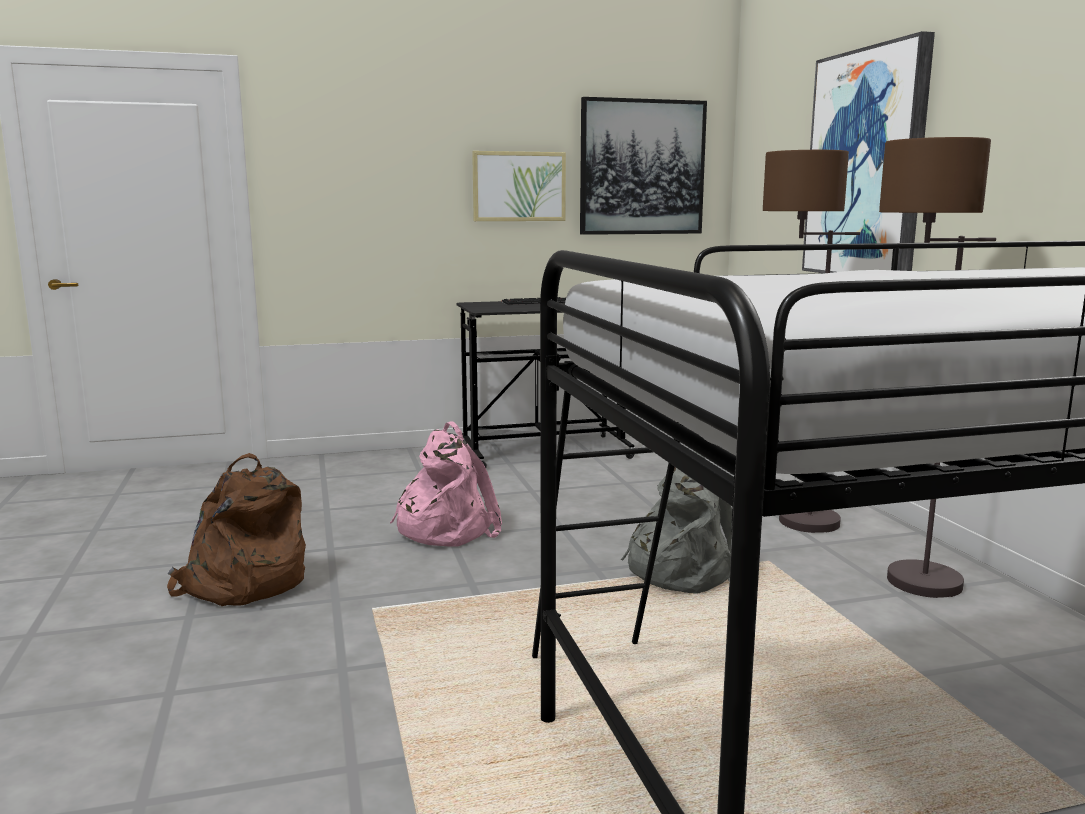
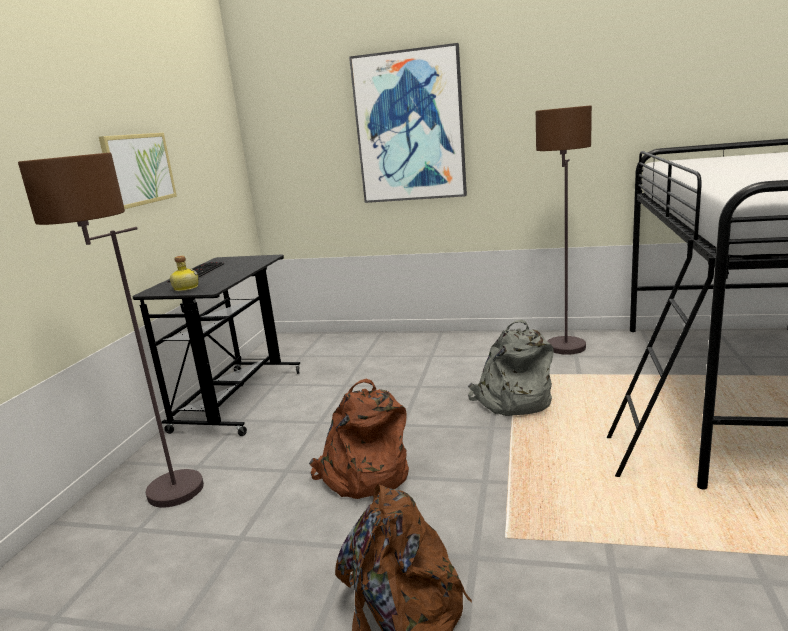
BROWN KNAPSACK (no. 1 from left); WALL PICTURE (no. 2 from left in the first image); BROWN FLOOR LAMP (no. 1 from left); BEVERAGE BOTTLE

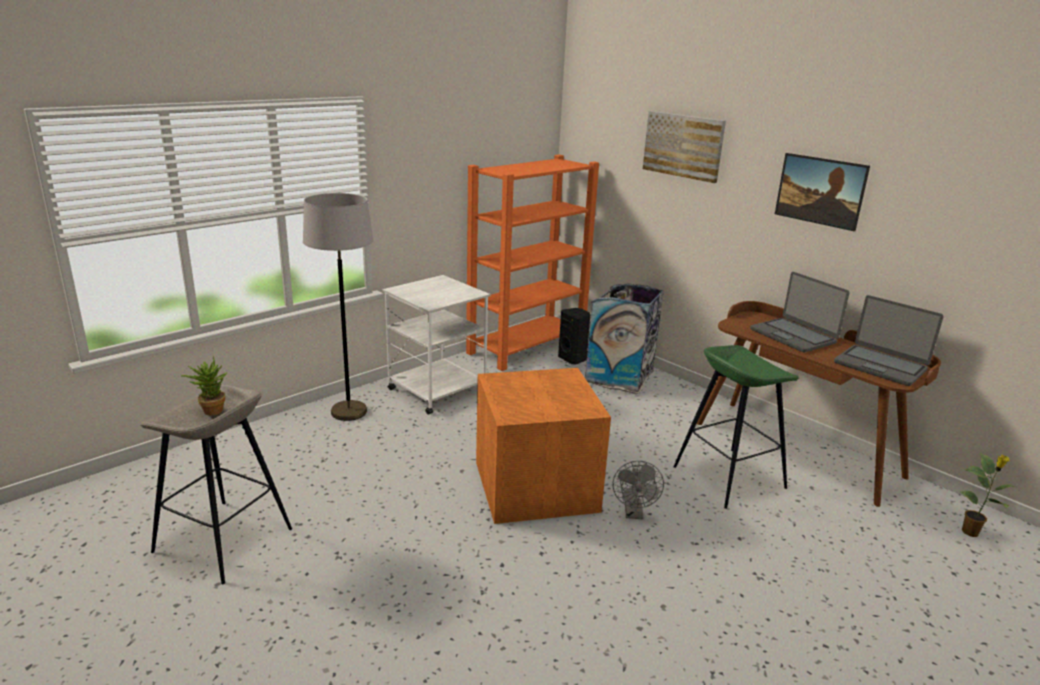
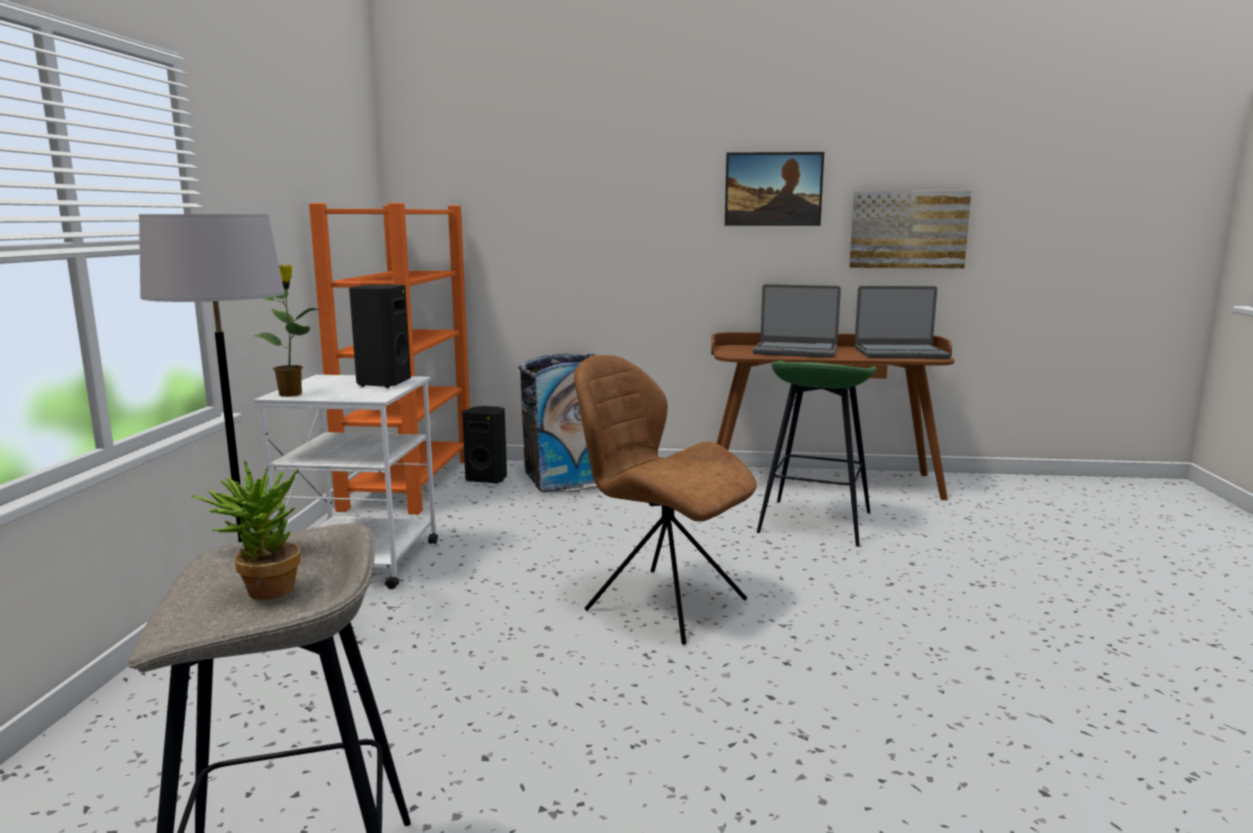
BROWN PLAIN CHAIR; GREY ELECTRIC FAN; WALL PICTURE (no. 2 from left); PLANT IN A POT (no. 2 from left); BLACKISH AUDIO SPEAKER (no. 1 from left)

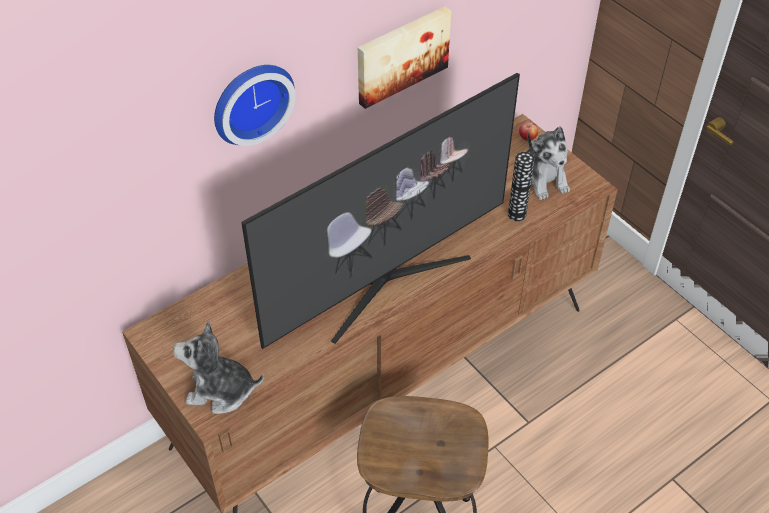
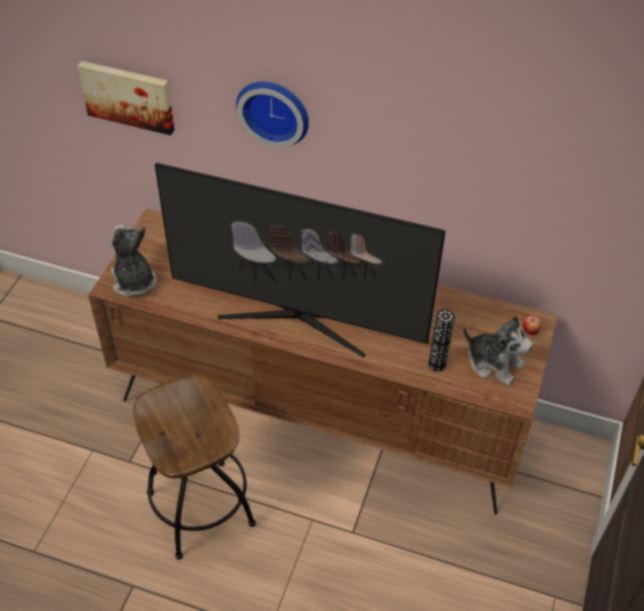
WALL PICTURE; CUDDLY TOY (no. 2 from left)

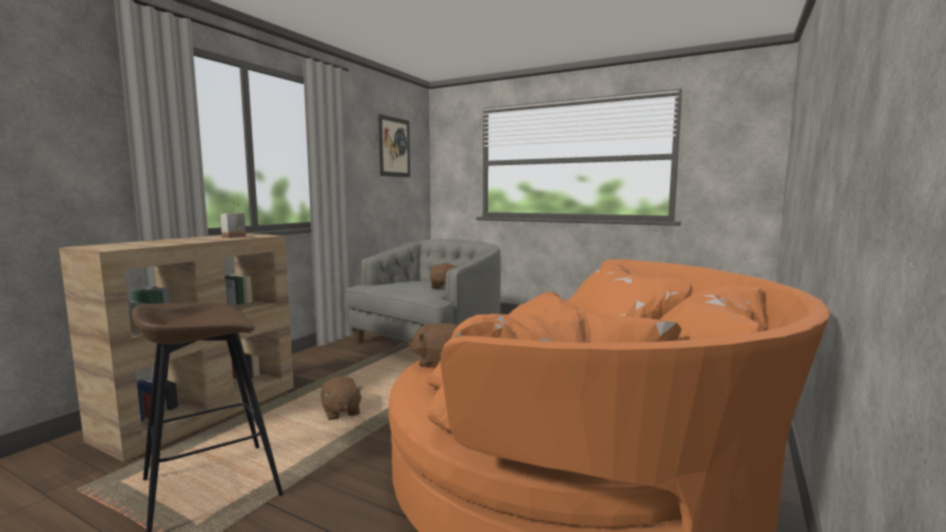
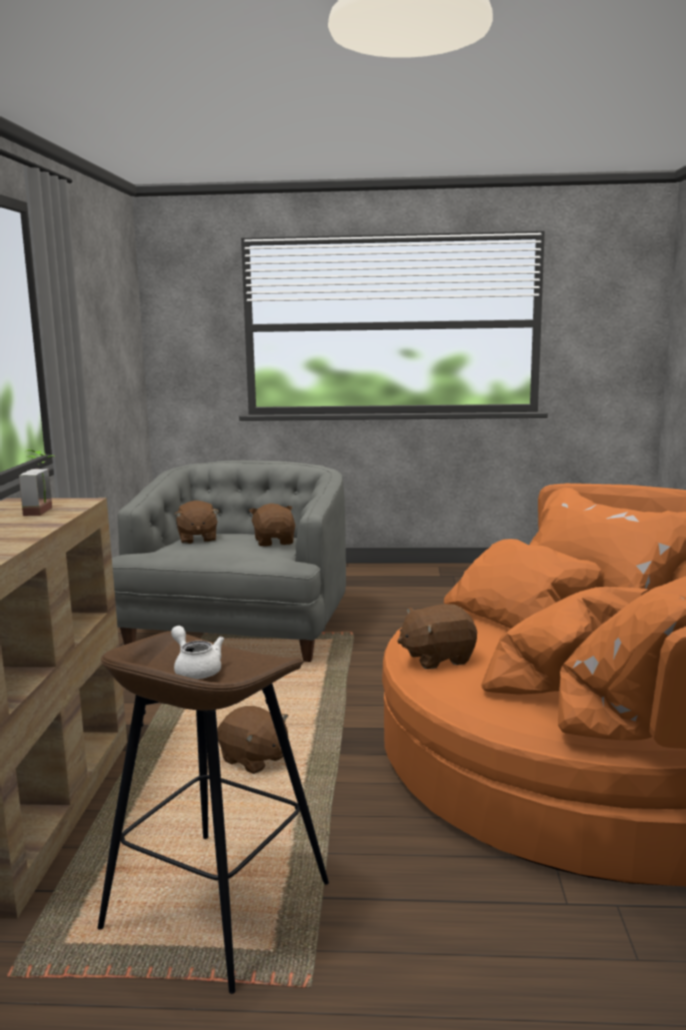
WALL PICTURE; WHITE TEA POT; BROWN CUDDLY TOY (no. 1 from left)

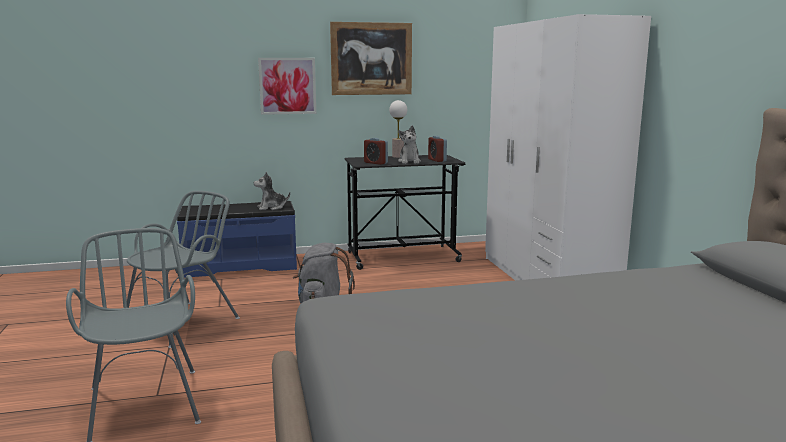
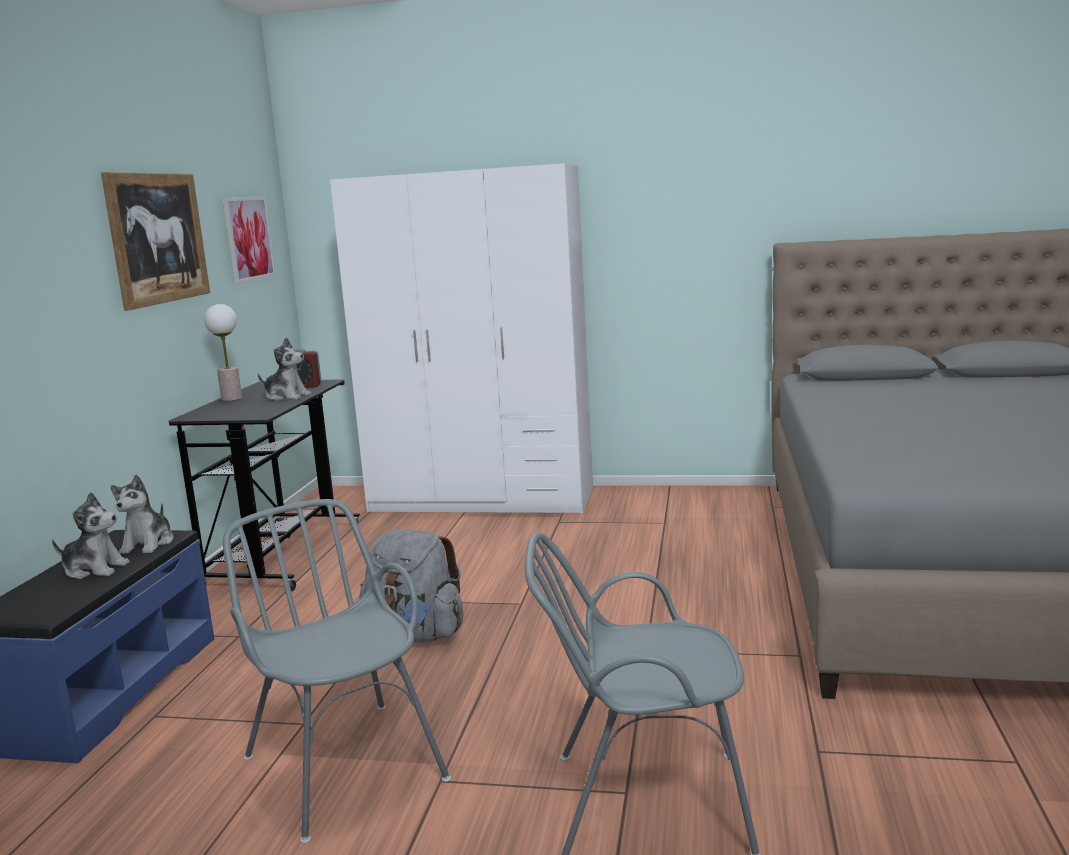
WALL PICTURE (no. 2 from left); BEDSIDE CLOCK (no. 1 from left in the first image); CUDDLY TOY (no. 1 from left)

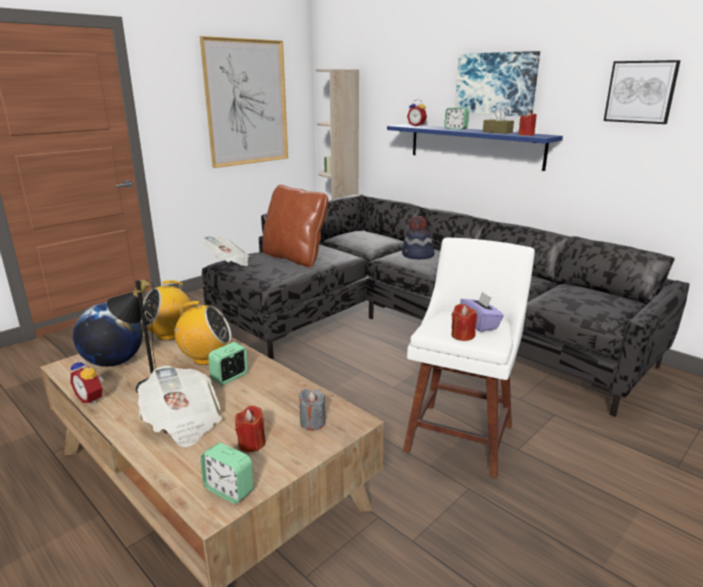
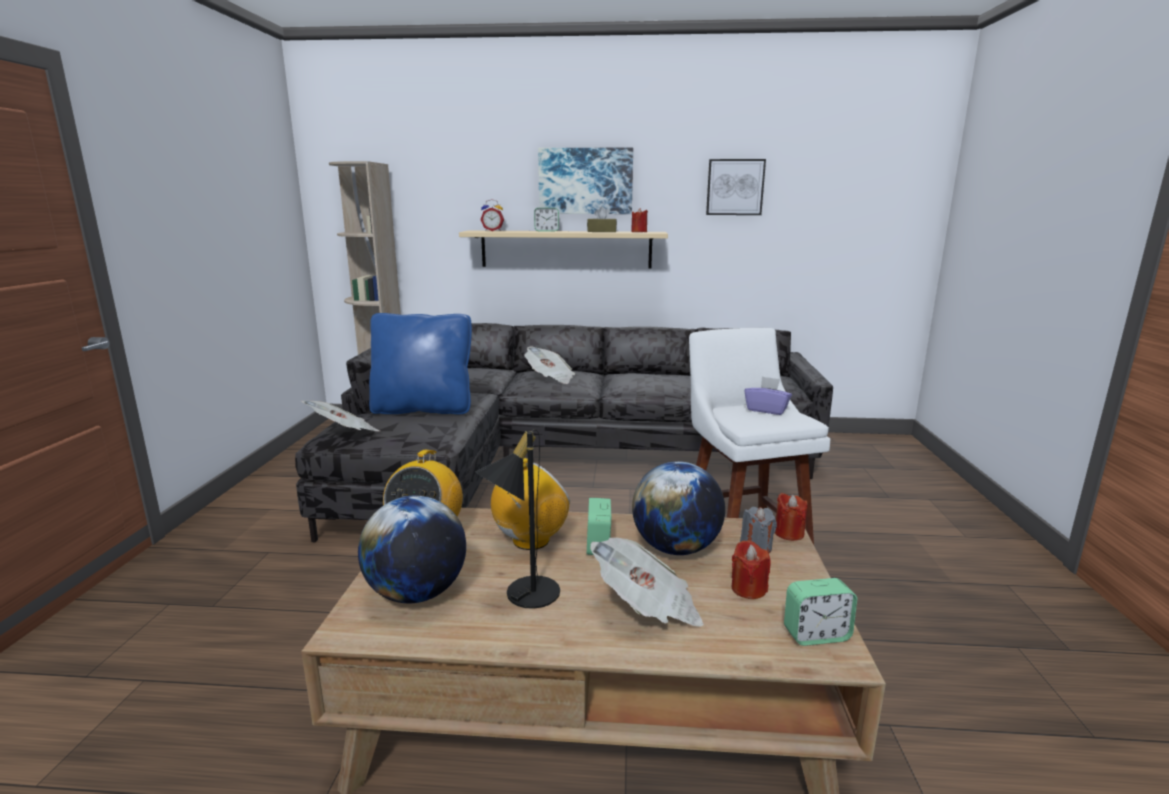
BEDSIDE CLOCK (no. 1 from left in the first image); WALL PICTURE (no. 1 from left in the first image); BLUE-COLOURED CUSHION; SAND-COLOURED SHELF; NEWSPAPER (no. 2 from left); REDDISH CANDLE (no. 3 from left); GLOBE (no. 2 from left)

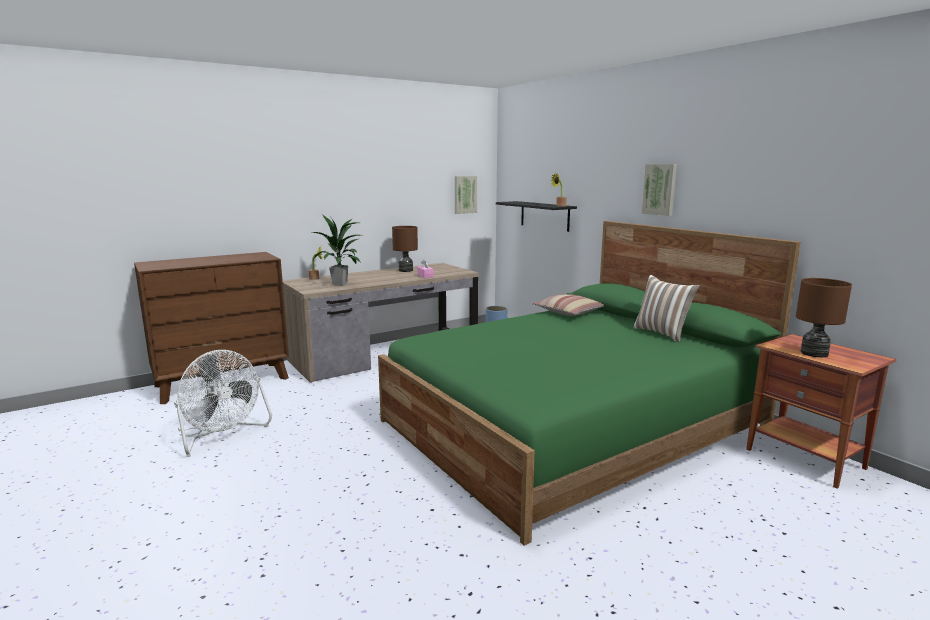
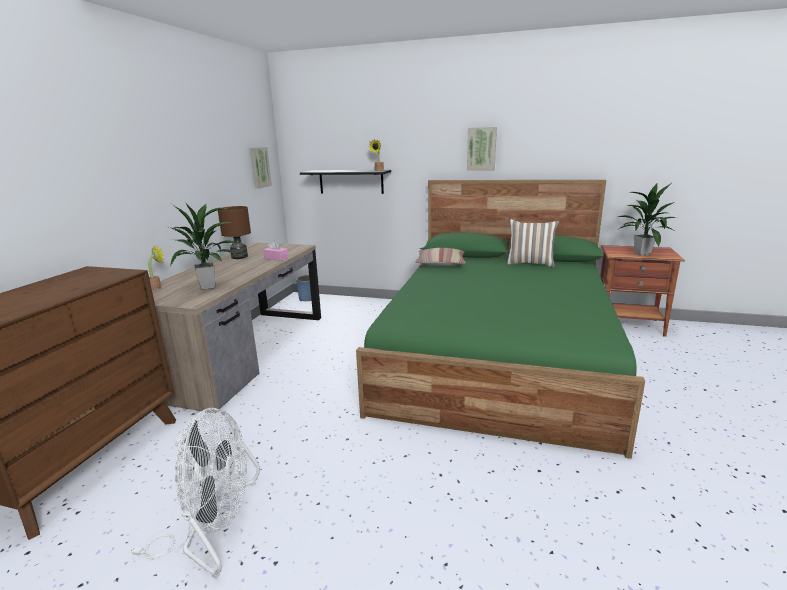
PLANT IN A POT (no. 4 from left)

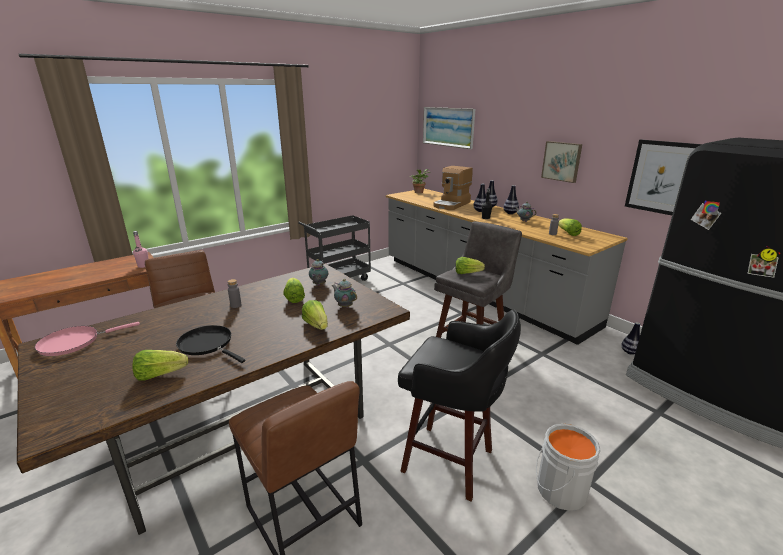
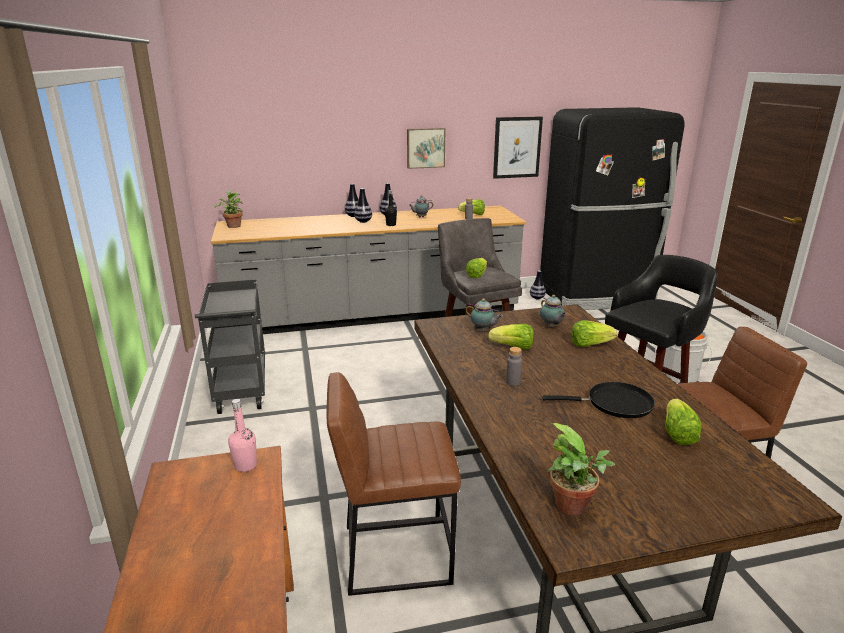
PLANT IN A POT (no. 2 from left); BLACKISH FRYING PAN; TEA POT (no. 3 from left); WALL PICTURE (no. 1 from left in the first image); COFFEE MACHINE

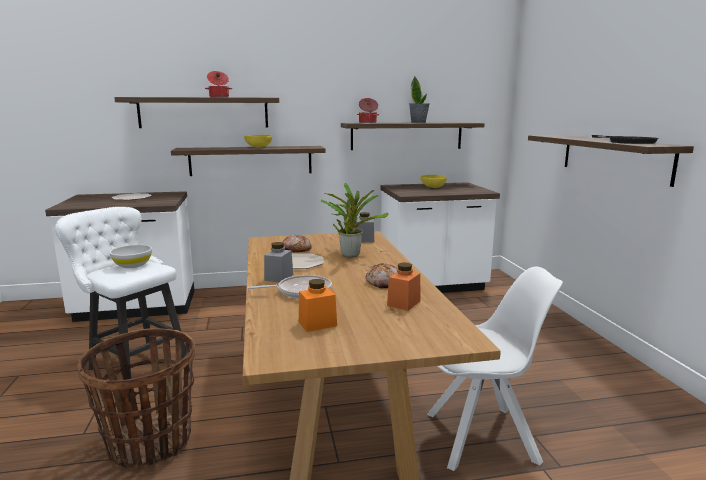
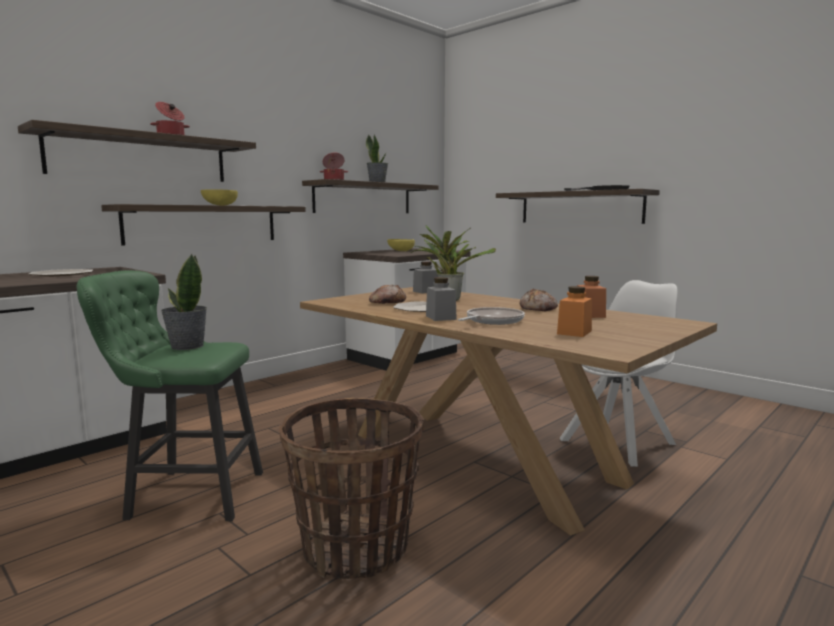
GREEN-COLOURED STOOL SEAT; PLANT IN A POT (no. 1 from left)

